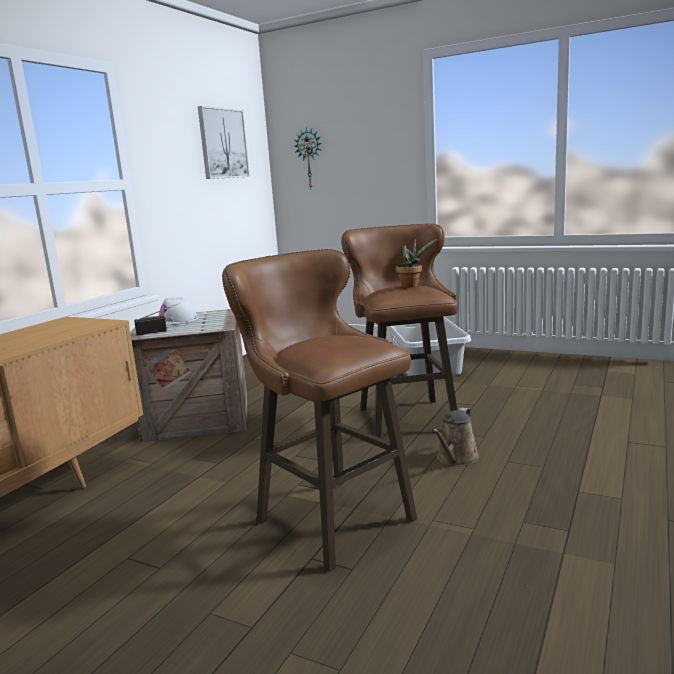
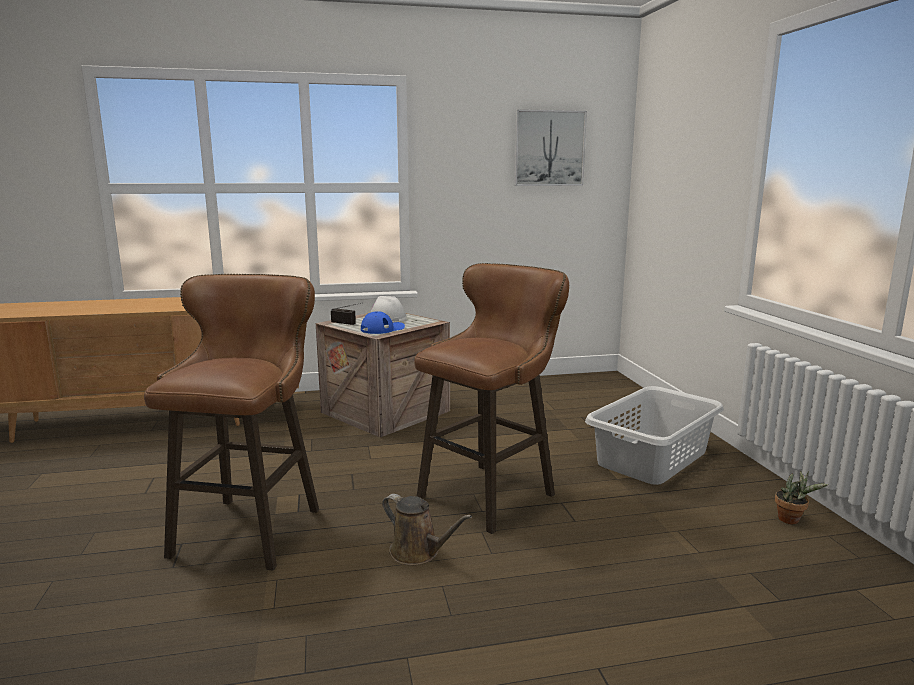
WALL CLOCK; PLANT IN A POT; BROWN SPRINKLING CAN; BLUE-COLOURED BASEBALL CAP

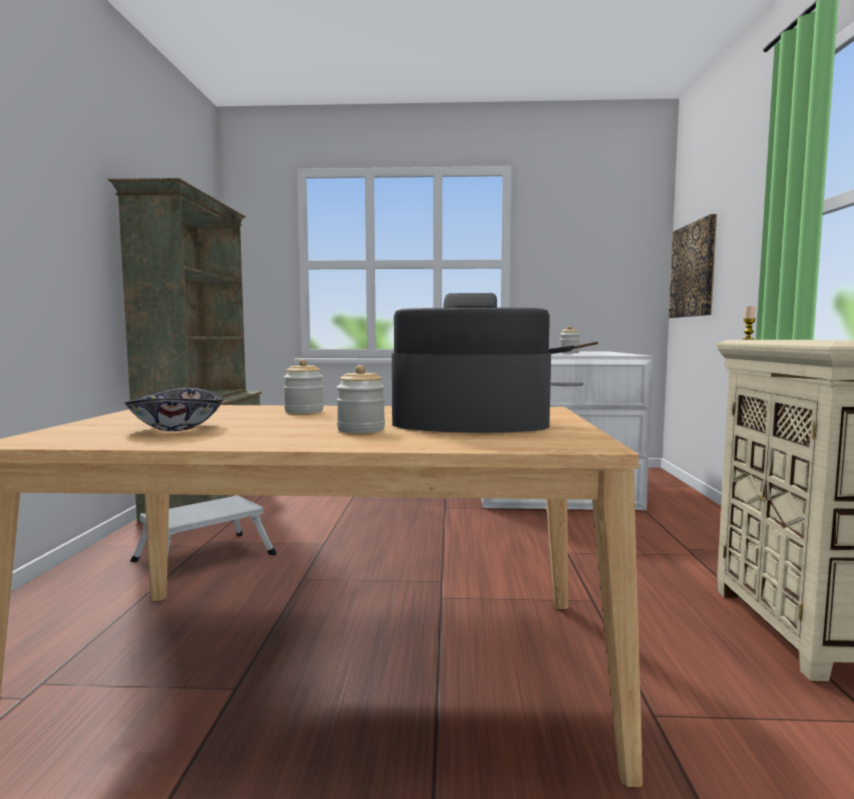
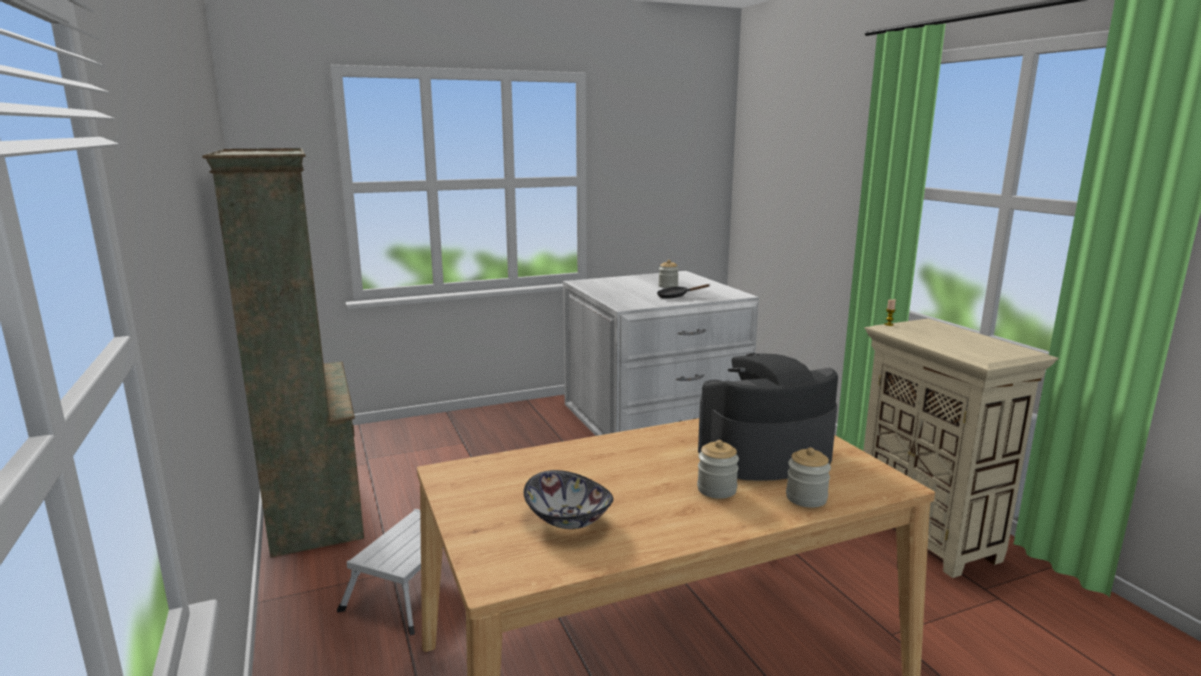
STORAGE JAR (no. 3 from left); WALL PICTURE

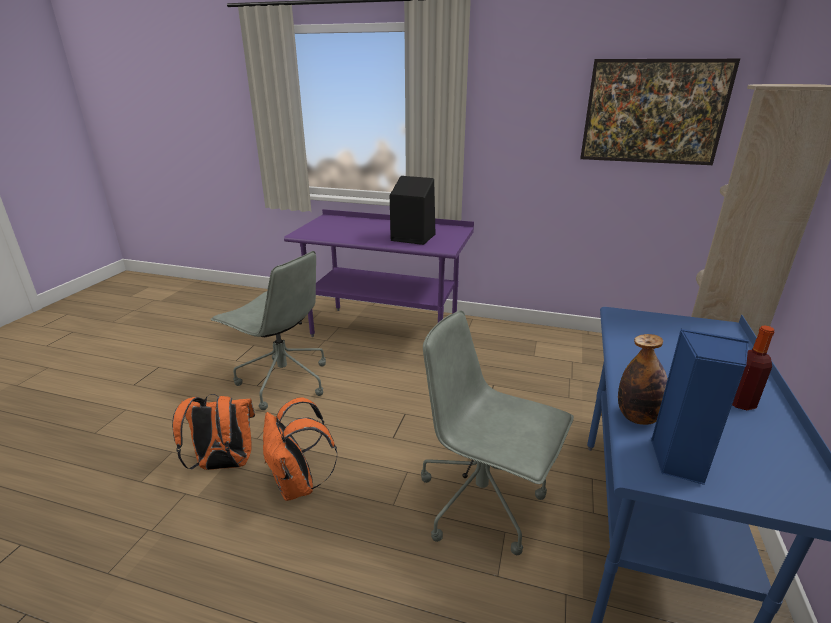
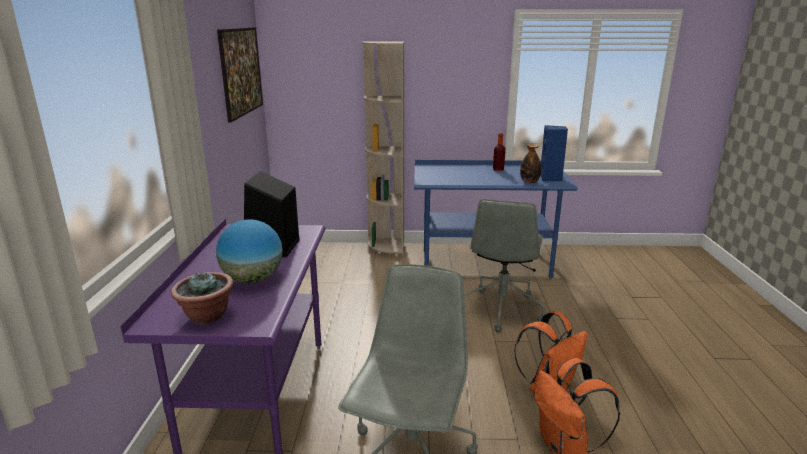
PLANT IN A POT; GLOBE

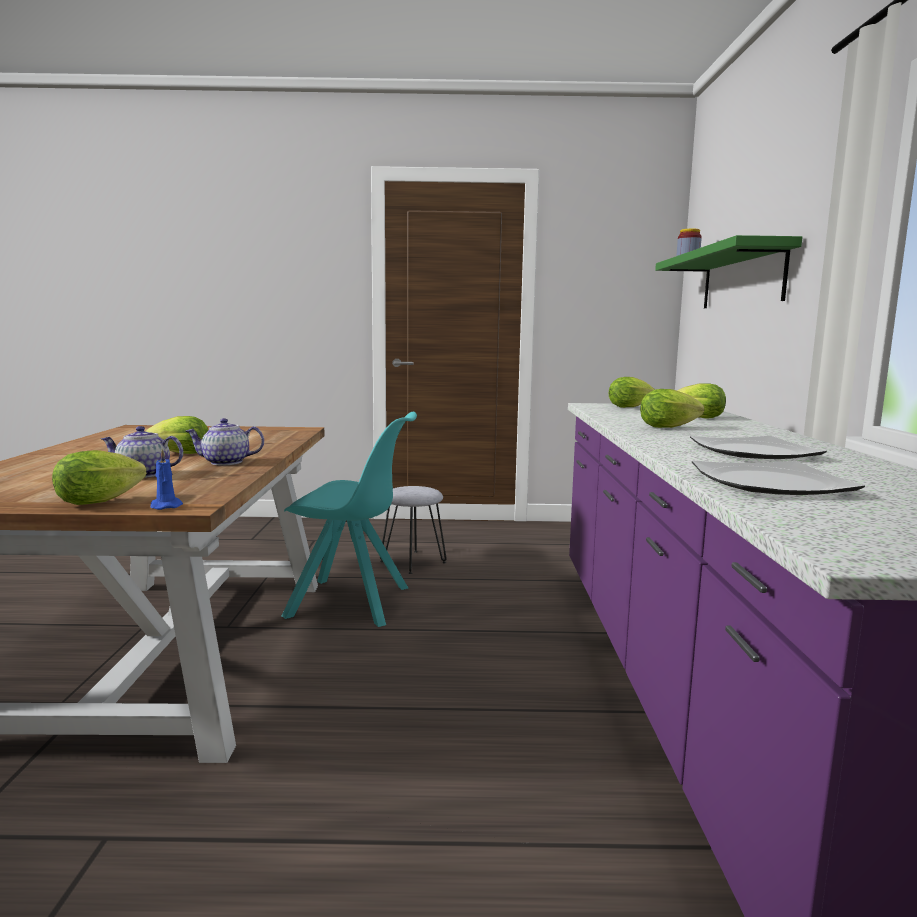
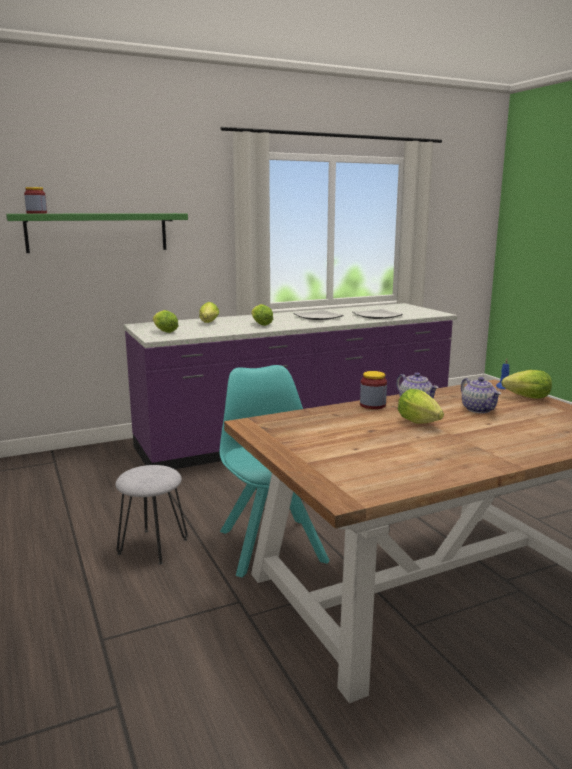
STORAGE JAR (no. 2 from left)

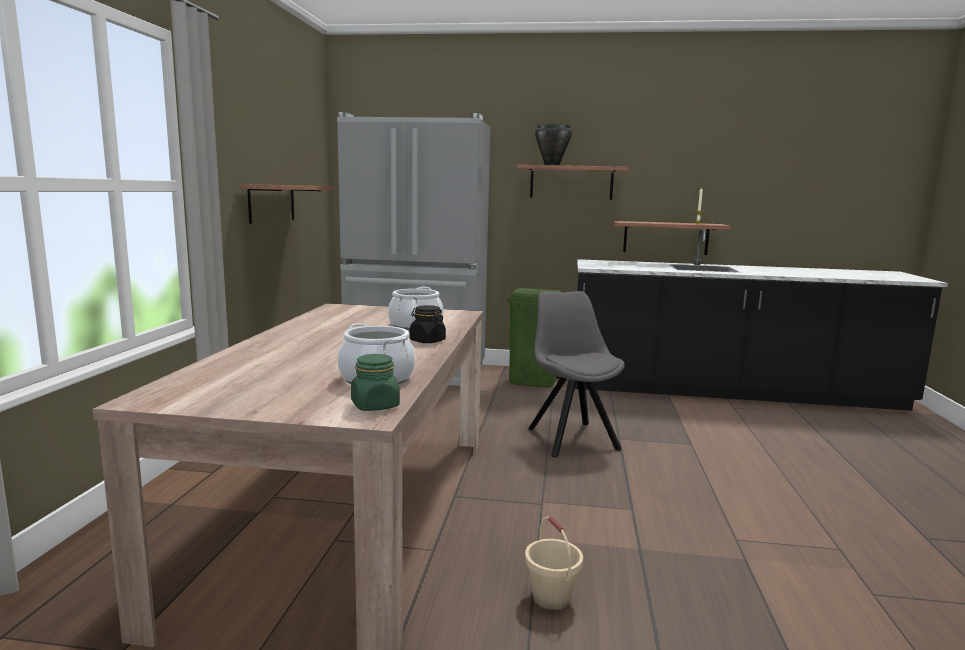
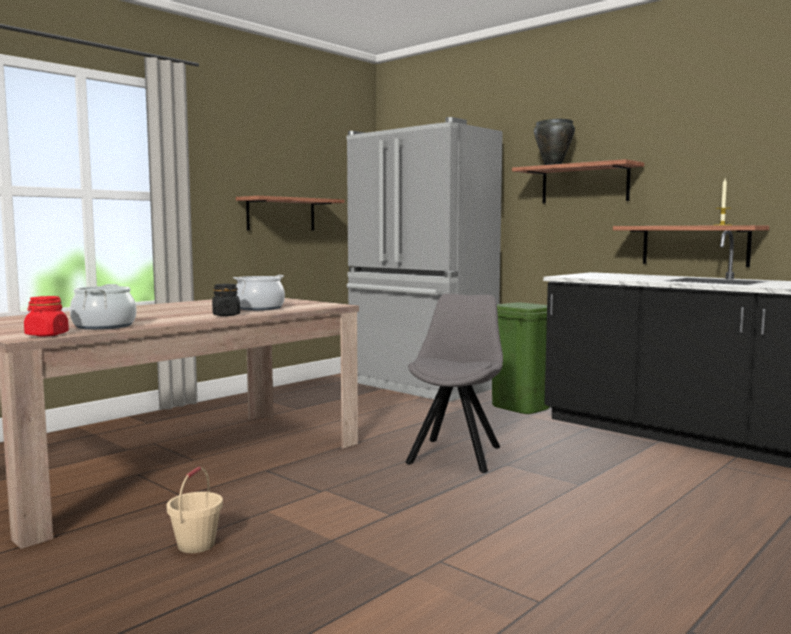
REDDISH STORAGE JAR

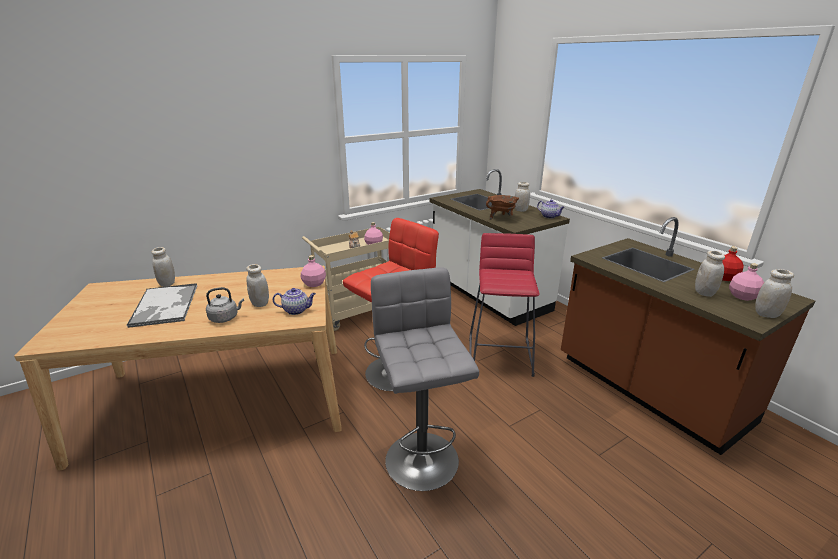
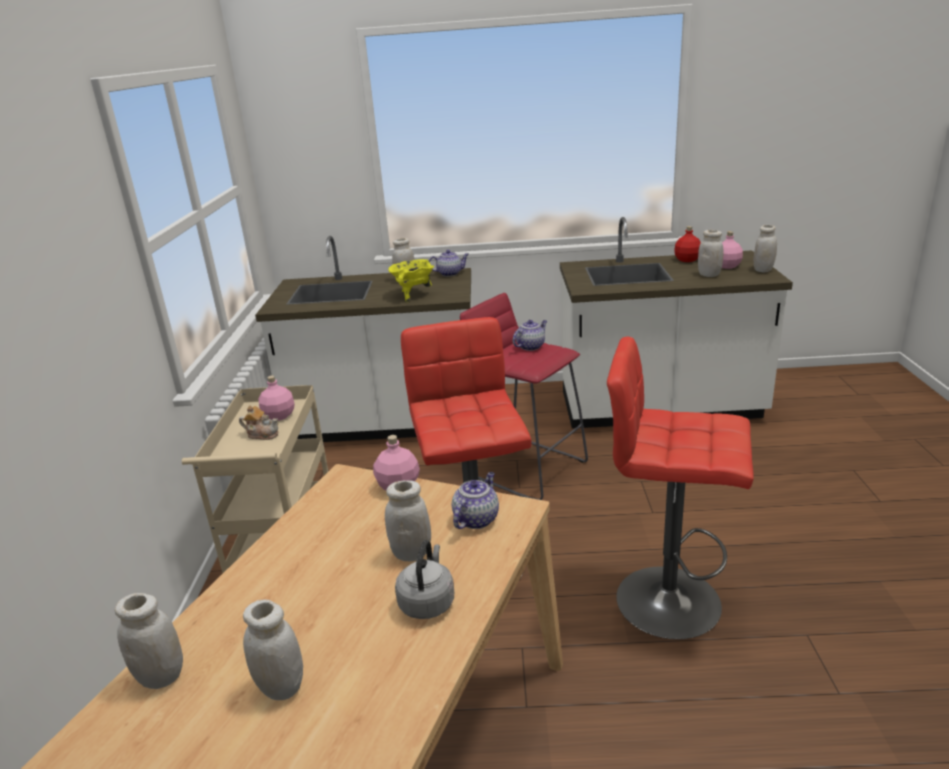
WHITE STORAGE JAR (no. 2 from left); REDDISH STOOL SEAT (no. 3 from left); YELLOW-COLOURED STOCKPOT; WHITE KITCHEN COUNTER (no. 2 from left); TEA POT (no. 4 from left)

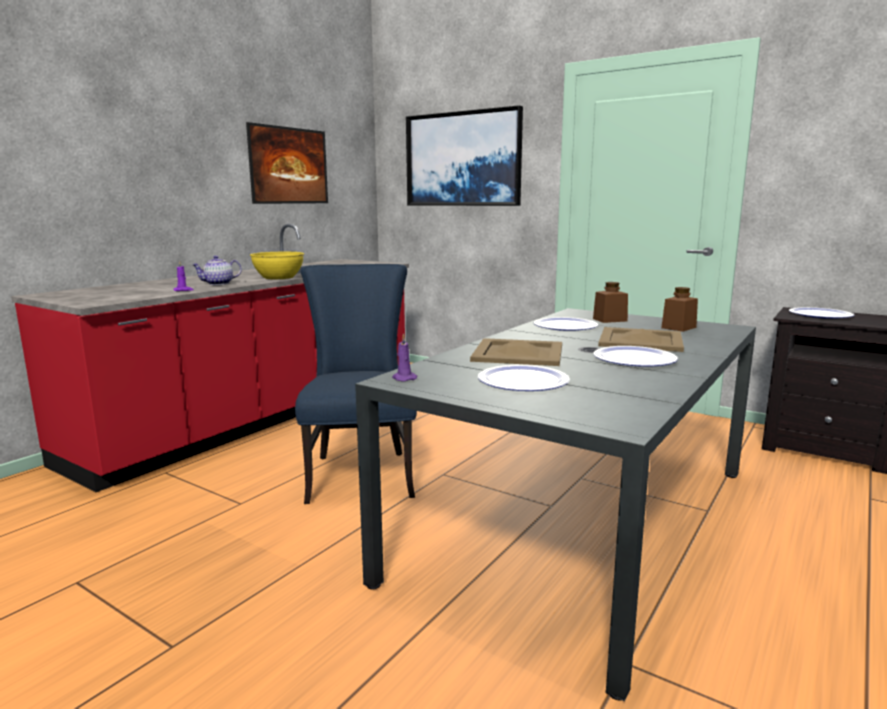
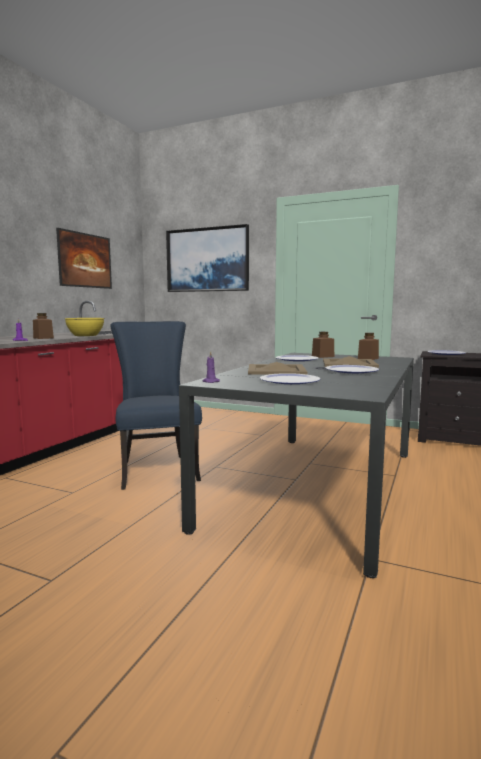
BROWN STORAGE JAR (no. 1 from left)

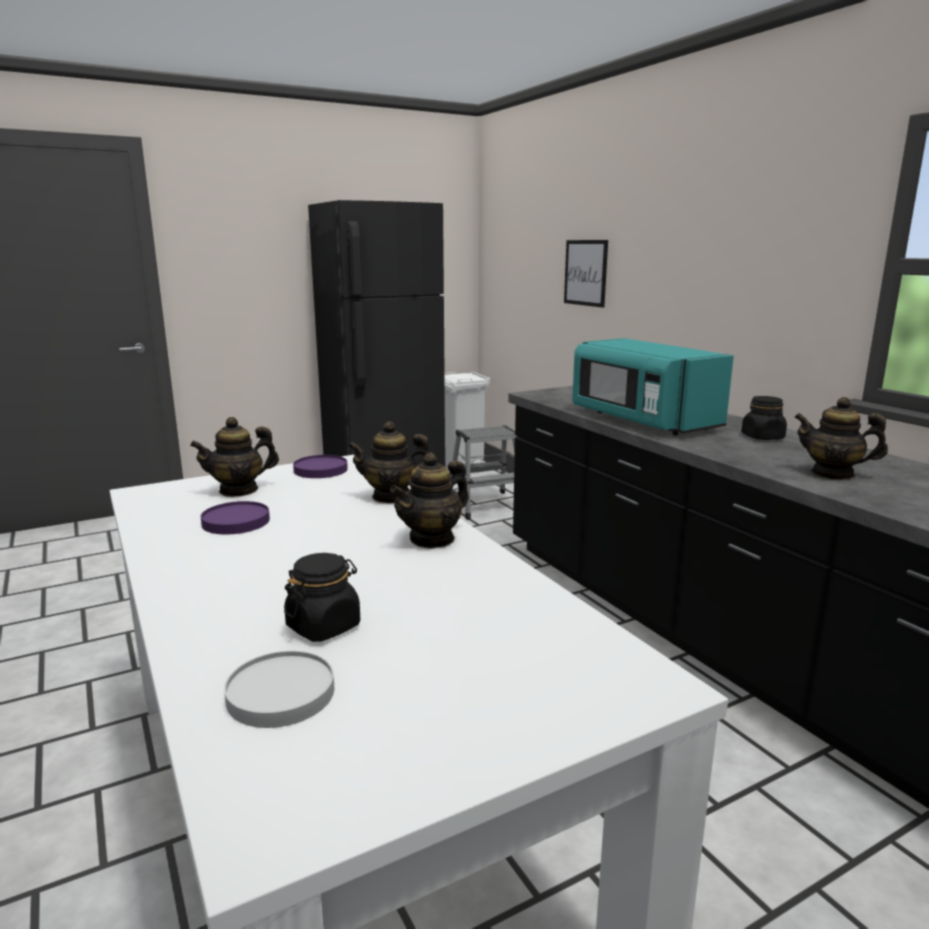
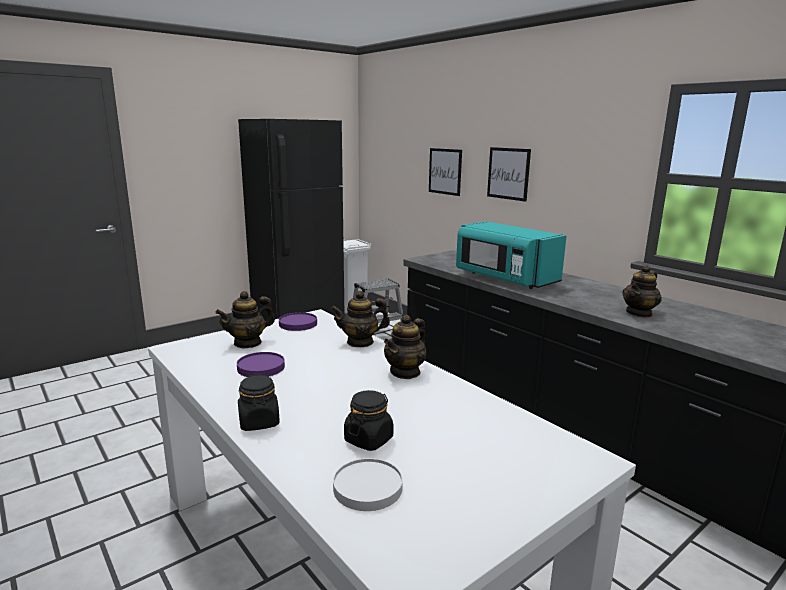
BLACKISH STORAGE JAR (no. 1 from left); TEA POT (no. 4 from left); WALL PICTURE (no. 2 from left)

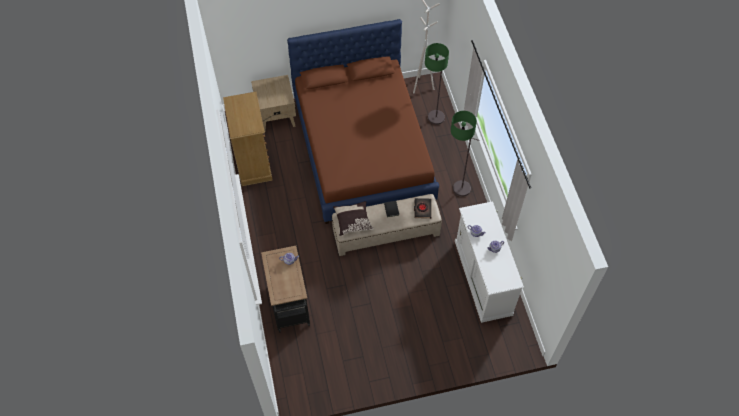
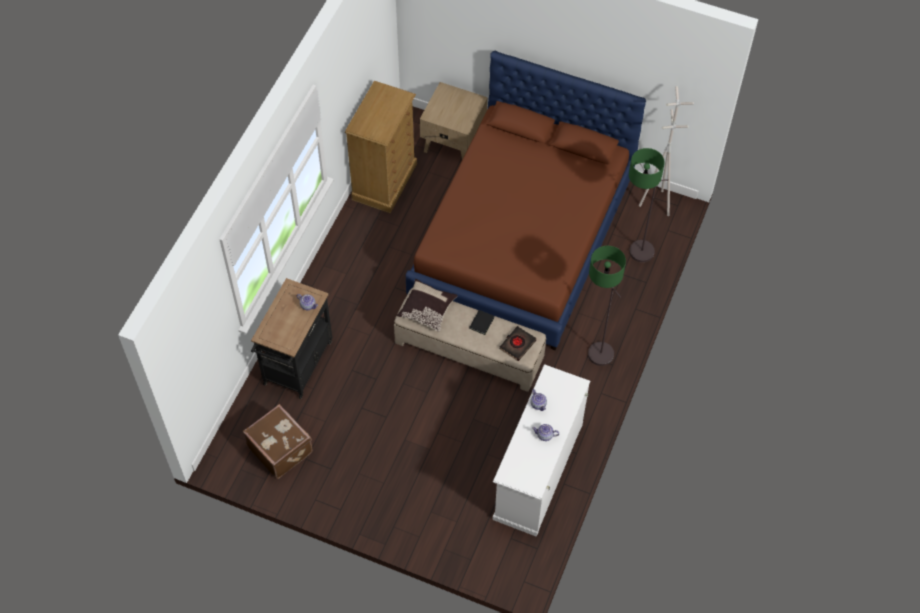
BROWN PIECE OF LUGGAGE

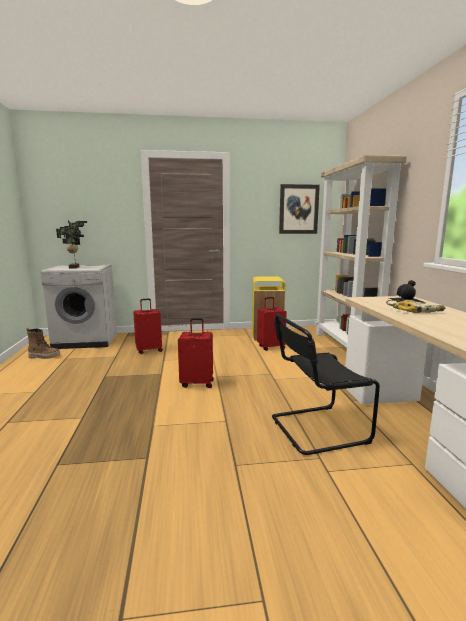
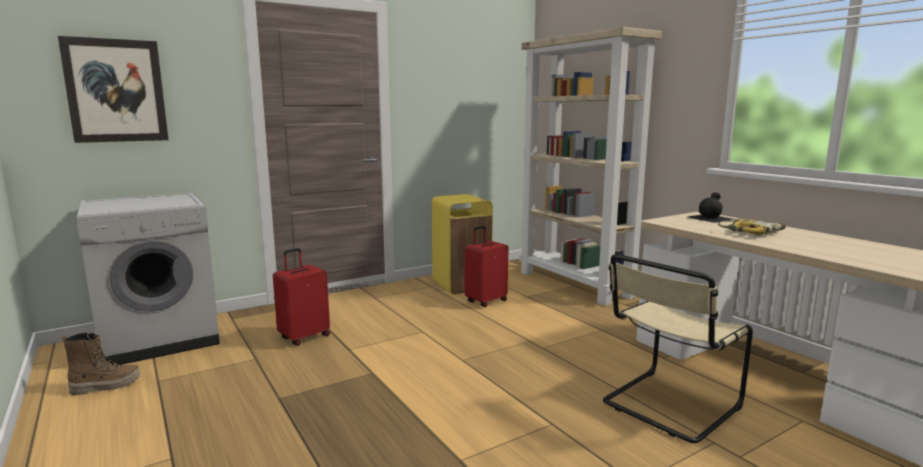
PLANT IN A POT; REDDISH PIECE OF LUGGAGE (no. 2 from left in the first image); SAND-COLOURED PLAIN CHAIR; WALL PICTURE

